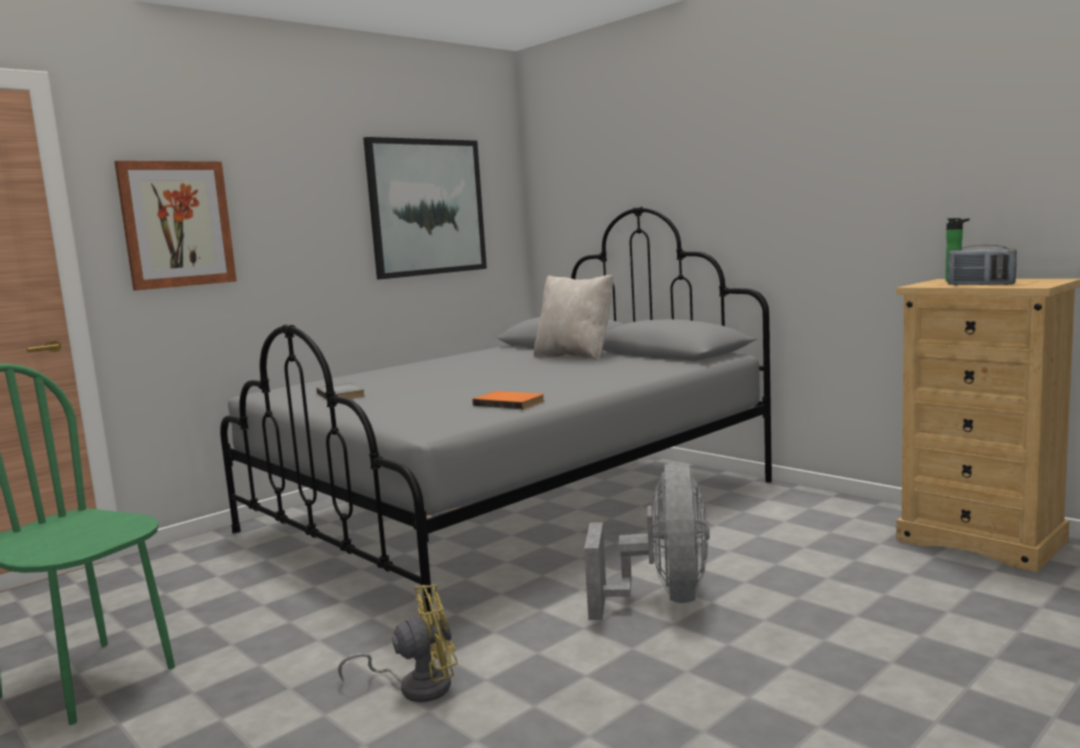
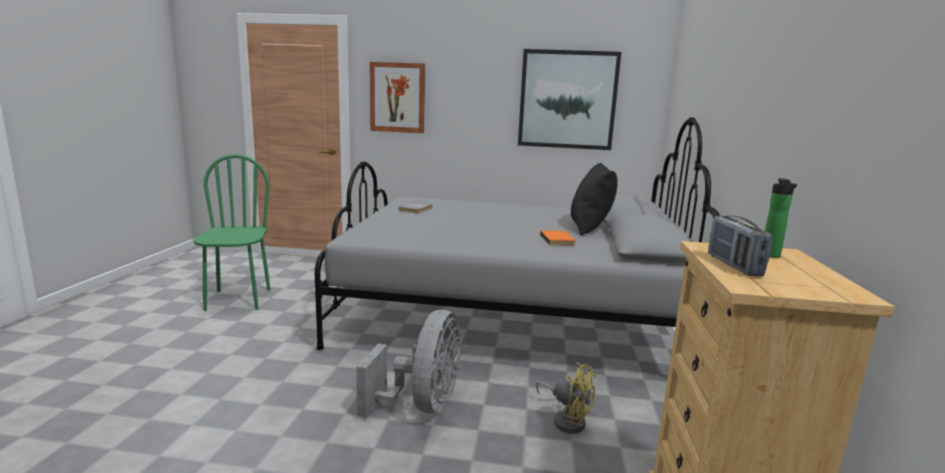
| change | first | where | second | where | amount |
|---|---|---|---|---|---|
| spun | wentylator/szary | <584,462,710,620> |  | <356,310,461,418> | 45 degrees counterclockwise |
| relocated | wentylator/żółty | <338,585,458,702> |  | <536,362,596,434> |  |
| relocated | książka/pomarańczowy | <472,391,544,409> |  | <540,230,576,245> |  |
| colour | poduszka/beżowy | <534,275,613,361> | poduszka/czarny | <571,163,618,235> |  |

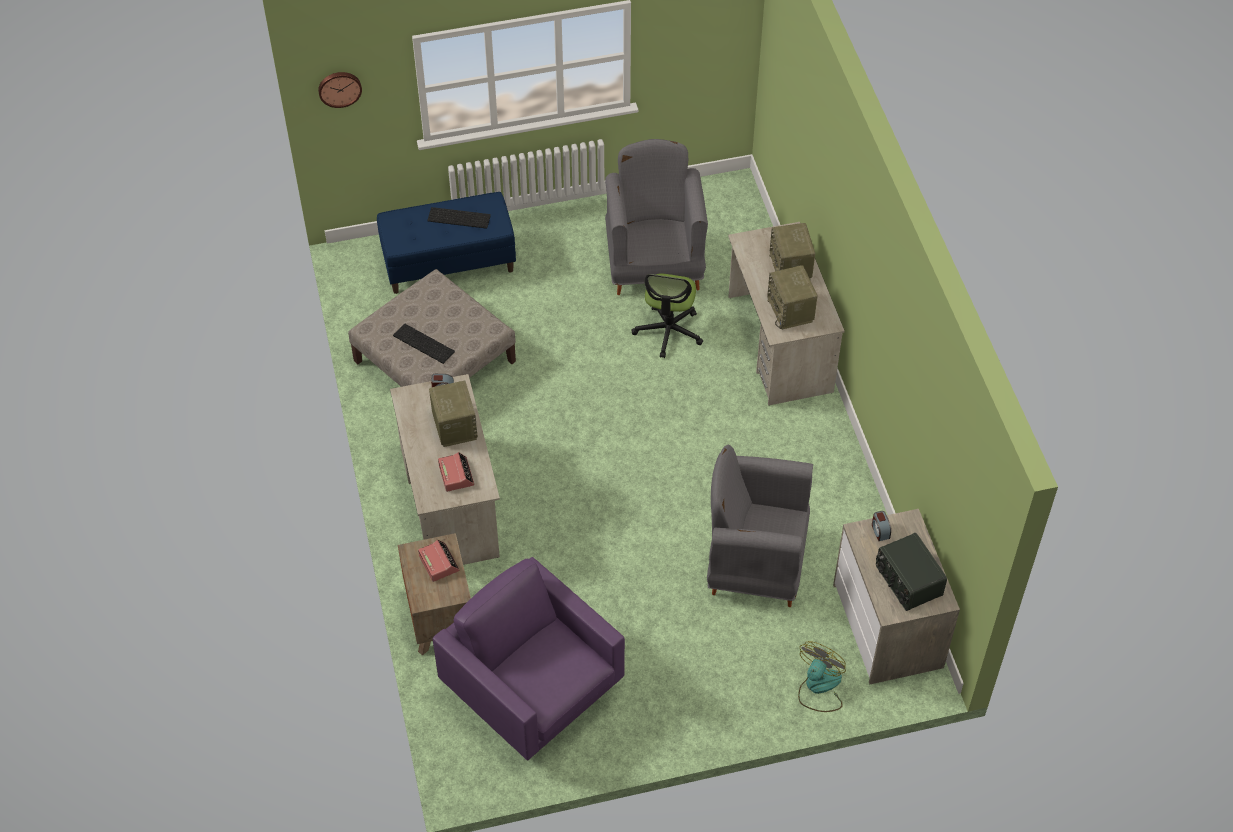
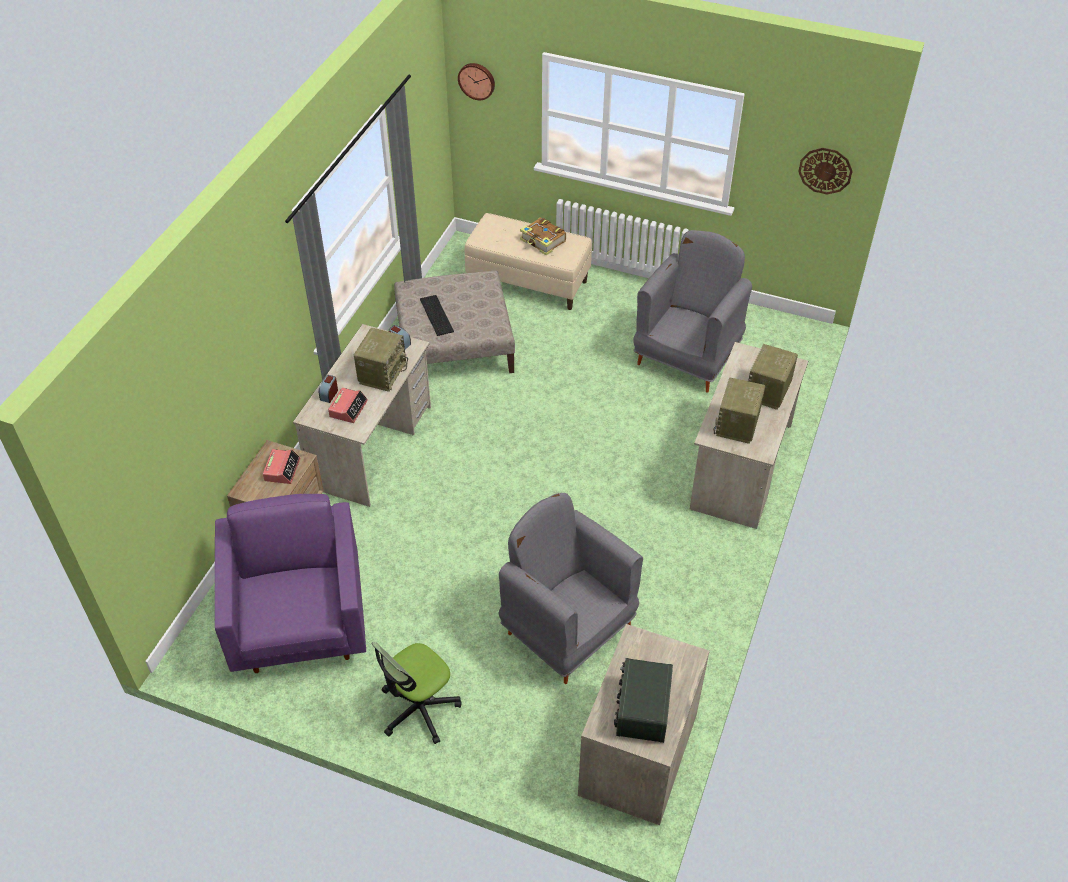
| change | first | where | second | where | amount |
|---|---|---|---|---|---|
| relocated | budzik | <872,511,891,541> |  | <319,375,338,403> |  |
| relocated | krzesło biurowe | <631,273,703,358> |  | <372,642,462,744> |  |
| colour | ławka/niebieski | <377,192,516,294> | ławka/beżowy | <464,213,592,310> |  |
| exchanged | klawiatura | <427,207,491,229> | książka | <520,217,566,255> |  |
| appeared |  |  | zegar ścienny | <798,148,853,195> |  |
| missing | wentylator | <798,641,846,712> |  |  |  |

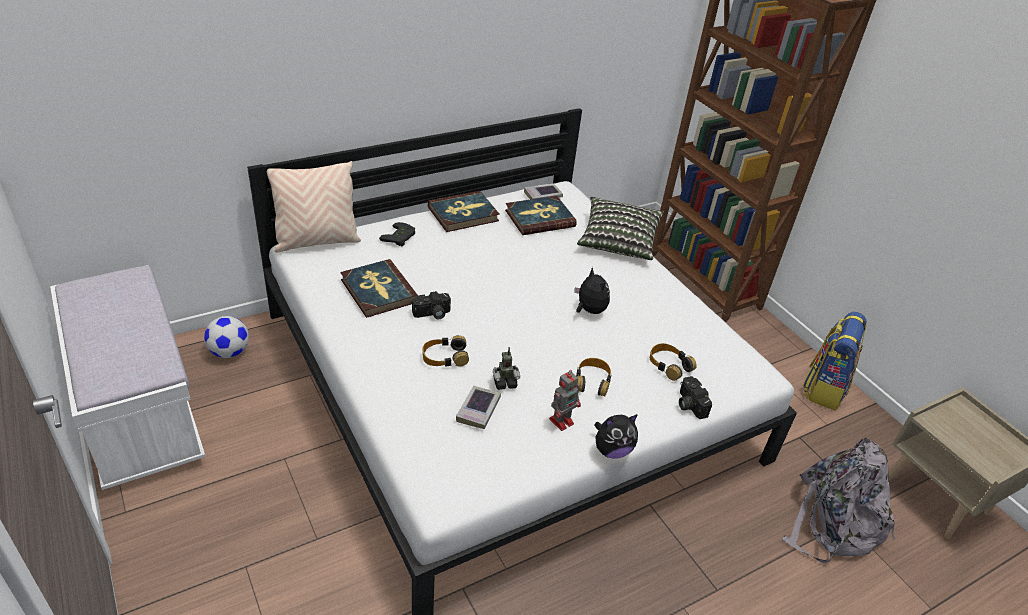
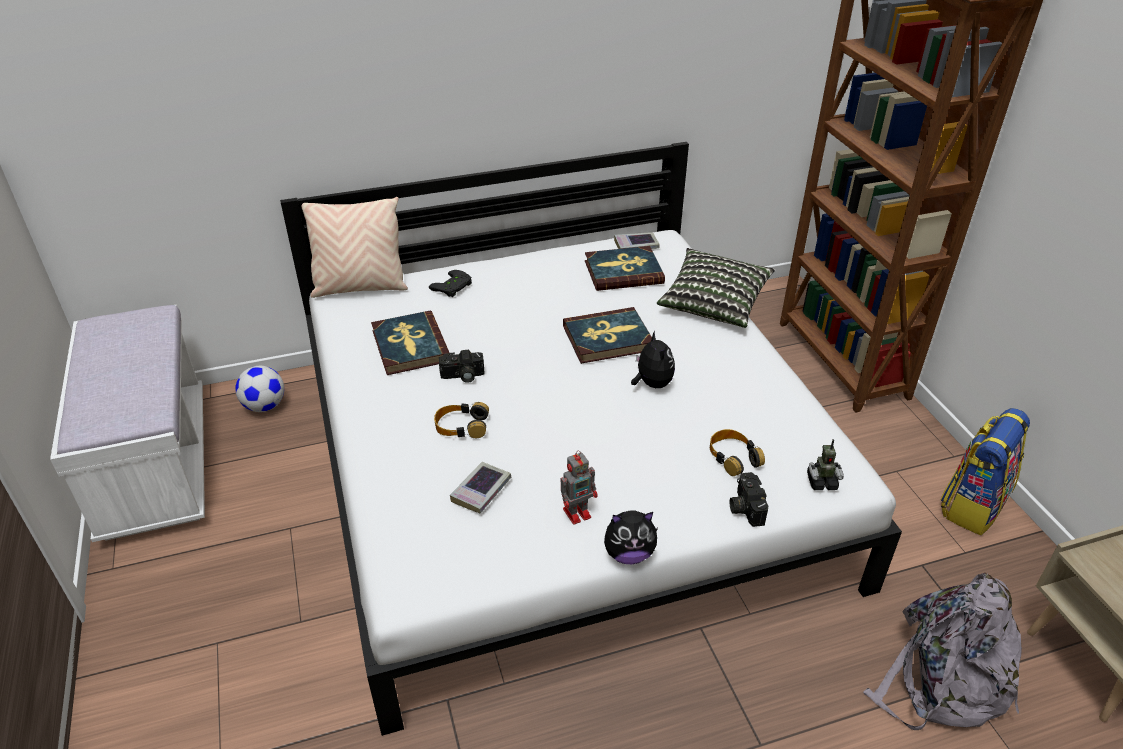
| change | first | where | second | where | amount |
|---|---|---|---|---|---|
| relocated | książka | <428,191,500,232> |  | <563,307,652,364> |  |
| relocated | robot zabawkowy | <493,347,520,390> |  | <807,439,844,490> |  |
| missing | słuchawki | <576,358,612,396> |  |  |  |

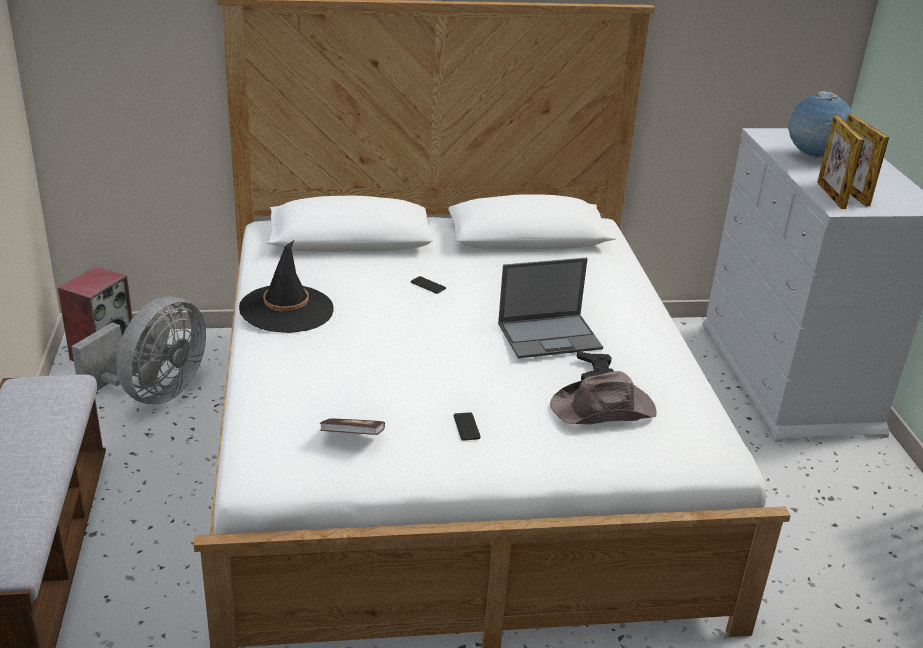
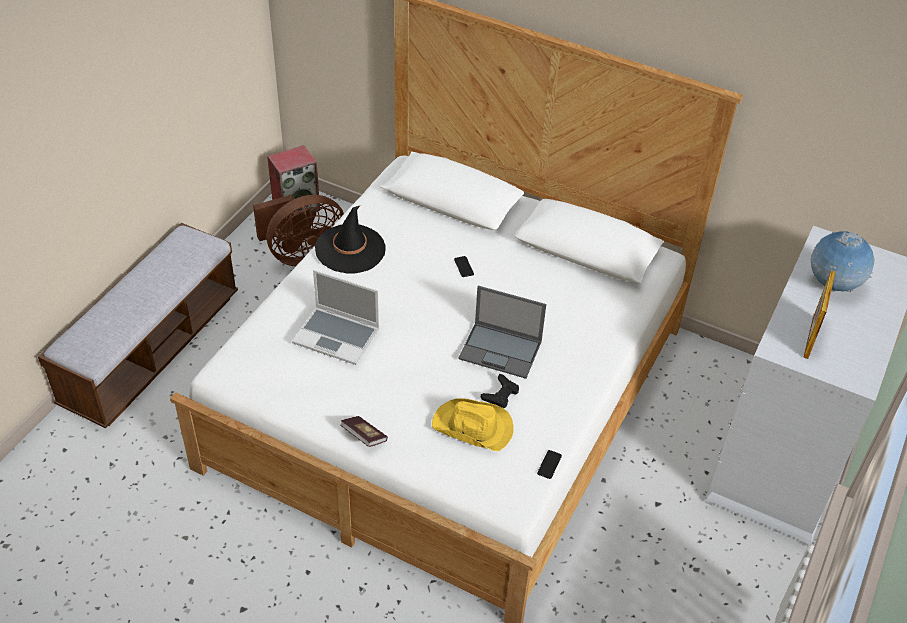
| change | first | where | second | where | amount |
|---|---|---|---|---|---|
| colour | wentylator/szary | <71,297,206,404> | wentylator/brązowy | <253,195,344,266> |  |
| appeared |  |  | laptop | <292,270,379,365> |  |
| relocated | książka | <320,419,385,435> |  | <340,416,388,447> |  |
| colour | kapelusz/brązowy | <550,371,657,424> | kapelusz/żółty | <432,398,514,451> |  |
| relocated | telefon | <454,412,481,440> |  | <537,450,562,479> |  |
| missing | ramka na zdjęcie | <817,116,864,209> |  |  |  |

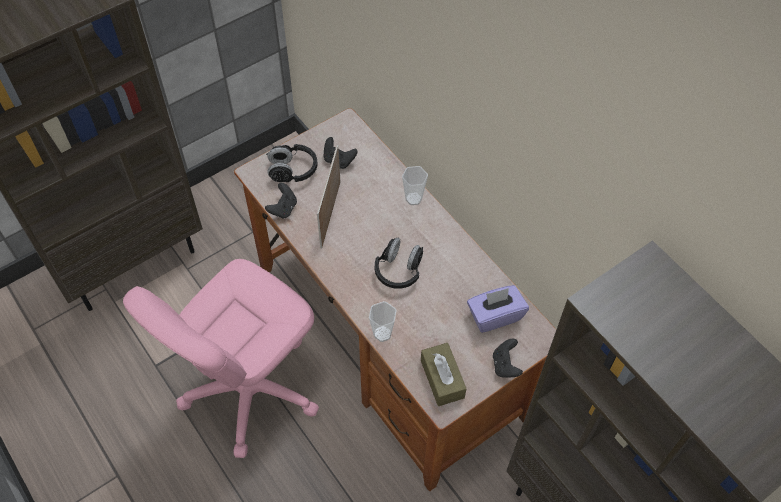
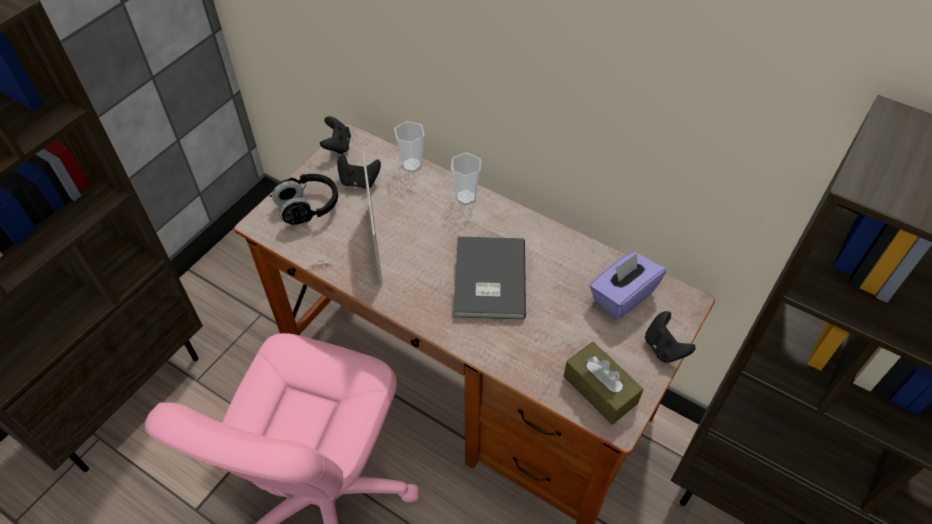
| change | first | where | second | where | amount |
|---|---|---|---|---|---|
| relocated | pad do gier/czarny | <265,183,297,219> |  | <320,116,351,155> |  |
| relocated | filiżanka | <369,301,397,342> |  | <394,121,424,172> |  |
| exchanged | słuchawki/czarny | <375,238,423,289> | książka/szary | <454,236,526,320> |  |

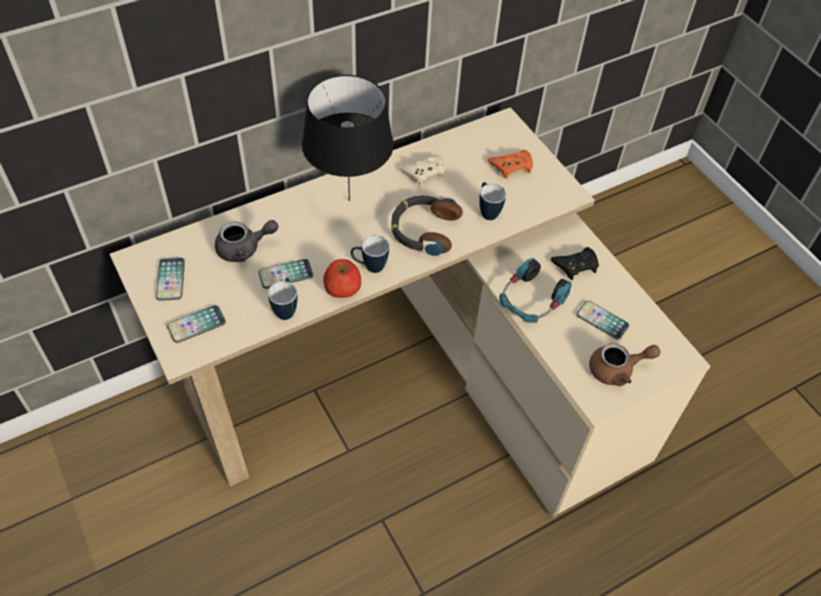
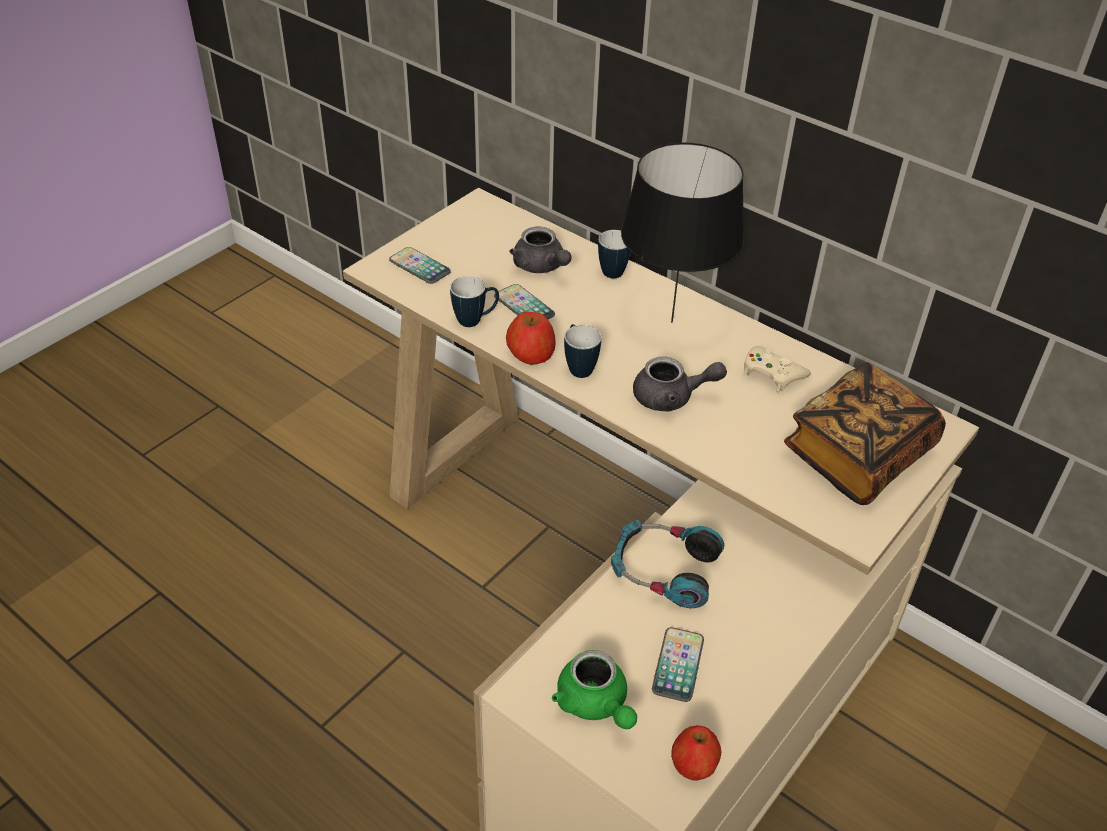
| change | first | where | second | where | amount |
|---|---|---|---|---|---|
| colour | imbryk/brązowy | <589,343,661,386> | imbryk/zielony | <552,650,637,729> |  |
| relocated | kubek | <479,182,506,220> |  | <598,230,632,279> |  |
| exchanged | słuchawki | <391,196,463,256> | imbryk/szary | <633,357,727,412> |  |
| appeared |  |  | jabłko | <671,725,721,781> |  |
| exchanged | pad do gier/pomarańczowy | <488,150,533,179> | książka | <784,362,946,505> |  |
| missing | telefon | <156,258,185,301> |  |  |  |
| missing | pad do gier/czarny | <551,247,599,280> |  |  |  |

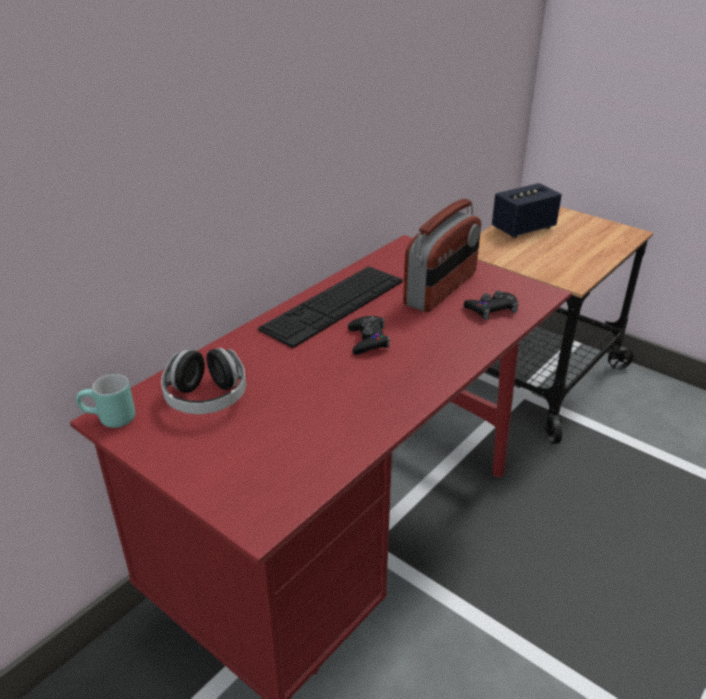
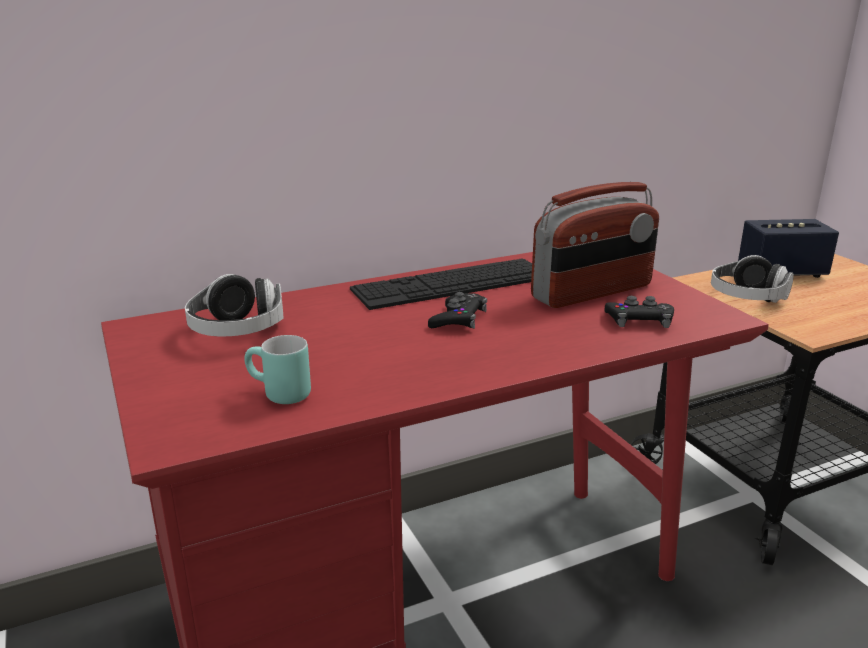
| change | first | where | second | where | amount |
|---|---|---|---|---|---|
| relocated | kubek/turkusowy | <76,374,135,428> |  | <245,335,311,404> |  |
| appeared |  |  | słuchawki | <711,255,794,303> |  |

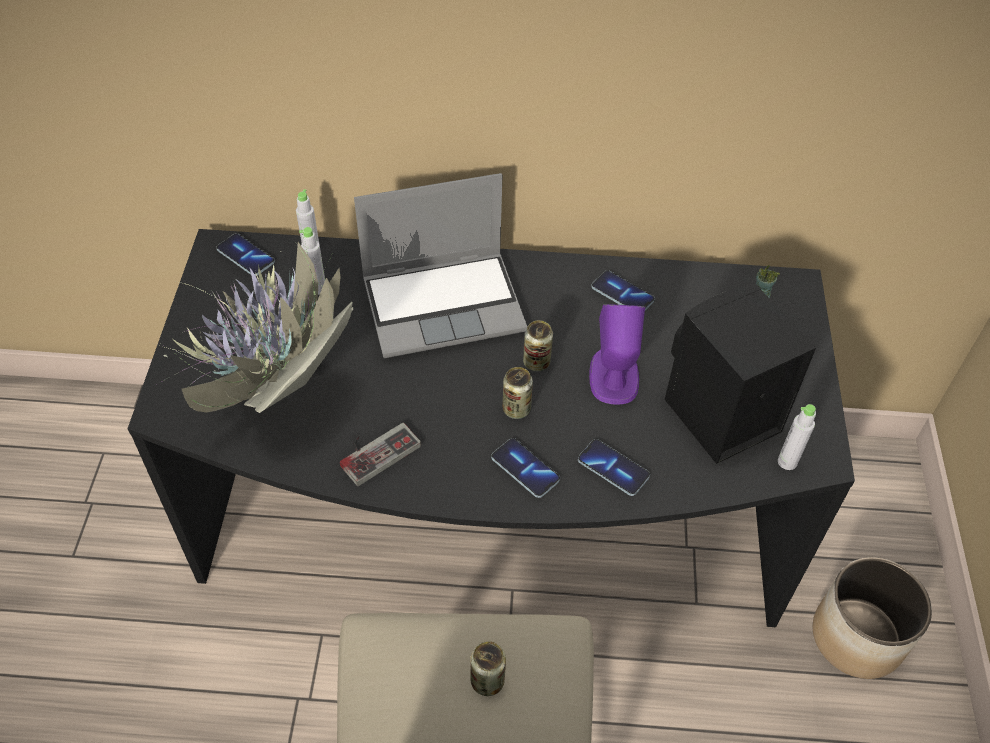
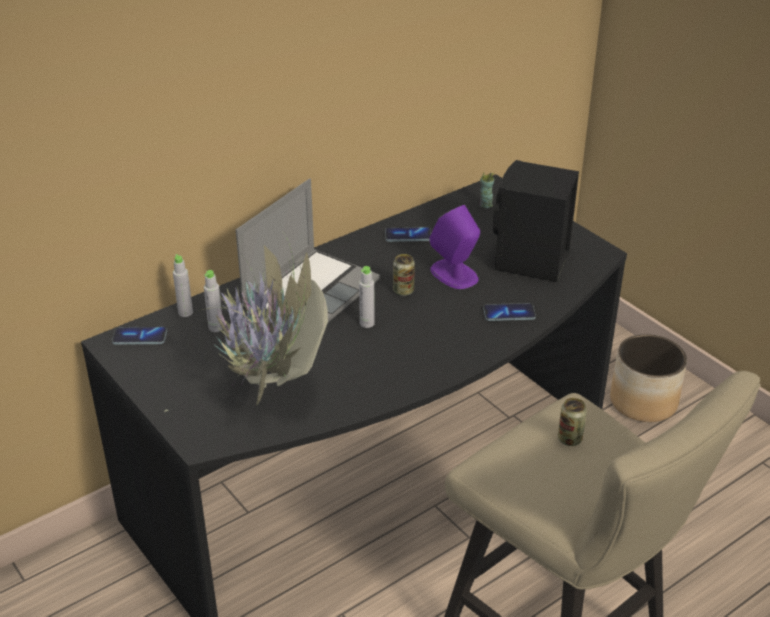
| change | first | where | second | where | amount |
|---|---|---|---|---|---|
| relocated | butelka/szary | <778,404,816,470> |  | <359,266,375,328> |  |
| missing | pad do gier | <340,423,421,486> |  |  |  |
| missing | telefon | <491,438,560,498> |  |  |  |
| missing | puszka | <503,367,533,419> |  |  |  |

